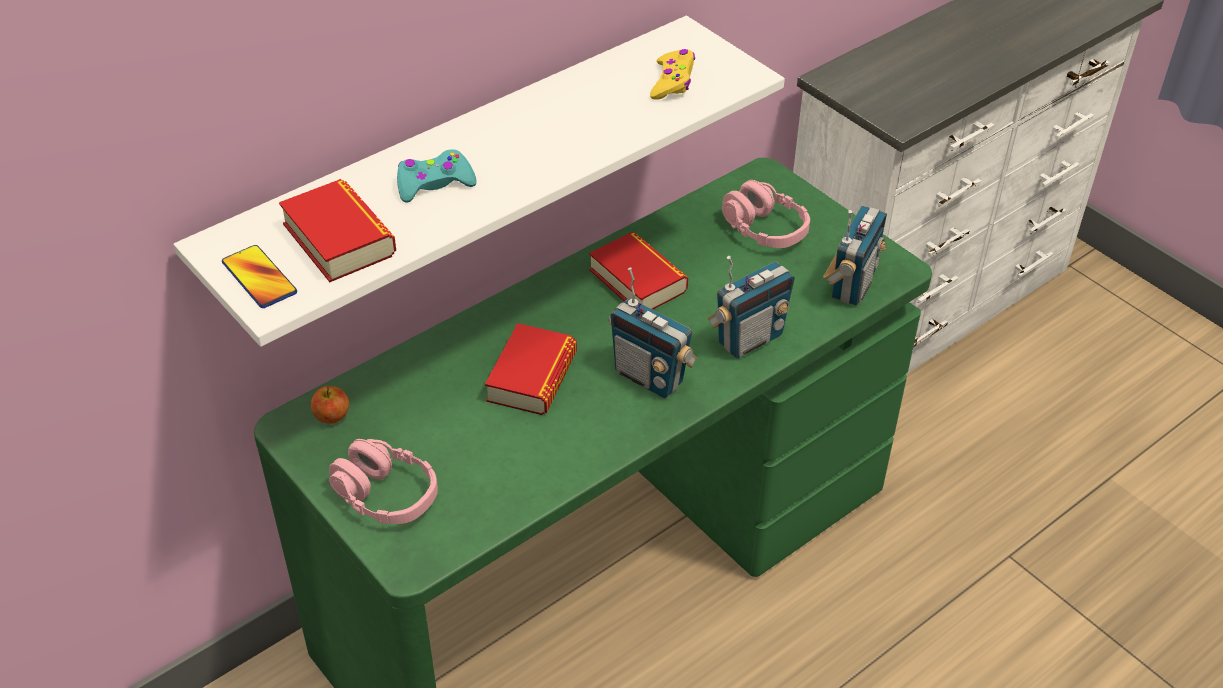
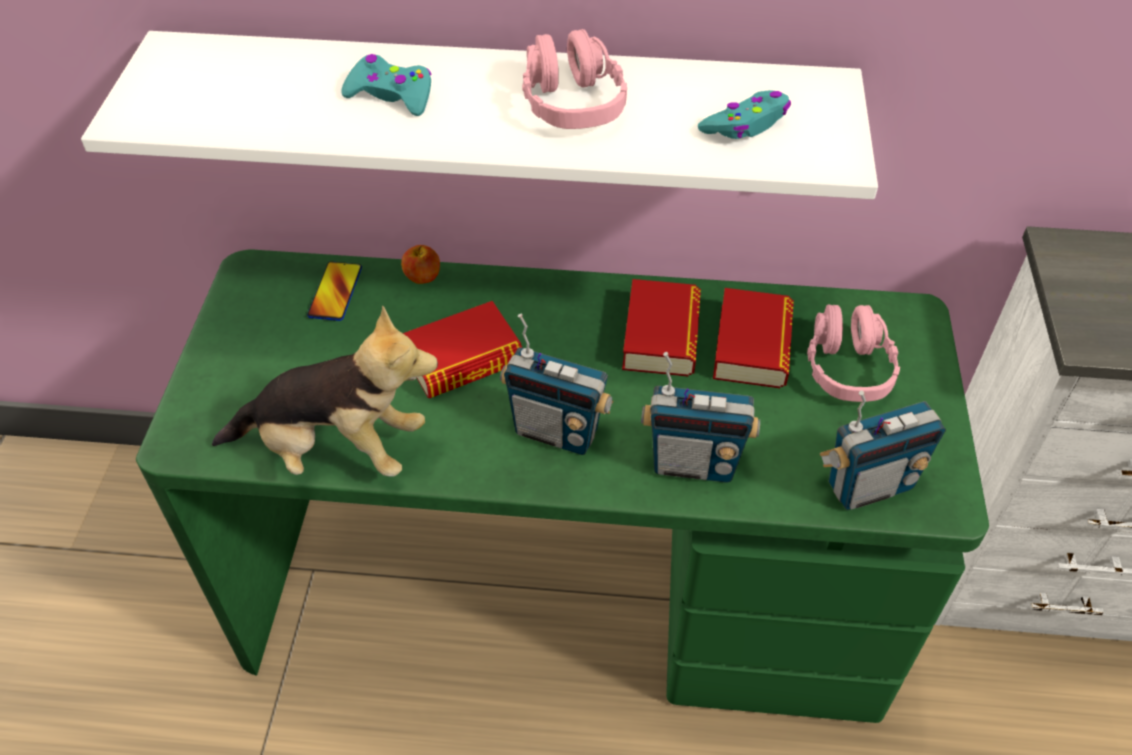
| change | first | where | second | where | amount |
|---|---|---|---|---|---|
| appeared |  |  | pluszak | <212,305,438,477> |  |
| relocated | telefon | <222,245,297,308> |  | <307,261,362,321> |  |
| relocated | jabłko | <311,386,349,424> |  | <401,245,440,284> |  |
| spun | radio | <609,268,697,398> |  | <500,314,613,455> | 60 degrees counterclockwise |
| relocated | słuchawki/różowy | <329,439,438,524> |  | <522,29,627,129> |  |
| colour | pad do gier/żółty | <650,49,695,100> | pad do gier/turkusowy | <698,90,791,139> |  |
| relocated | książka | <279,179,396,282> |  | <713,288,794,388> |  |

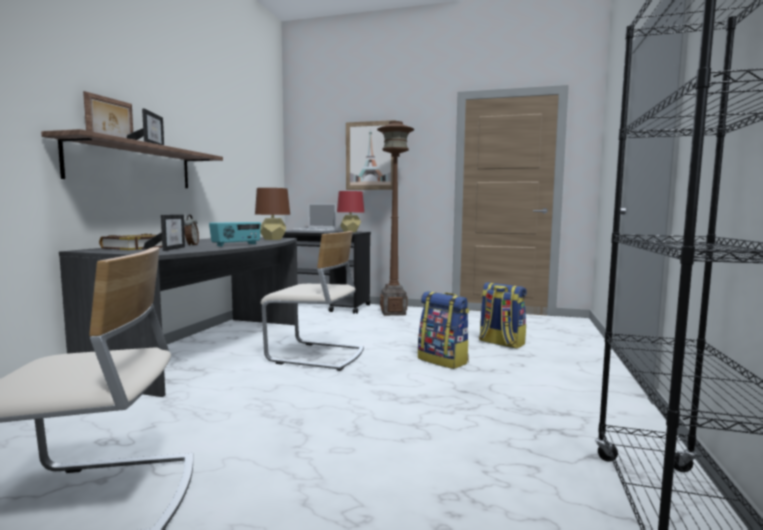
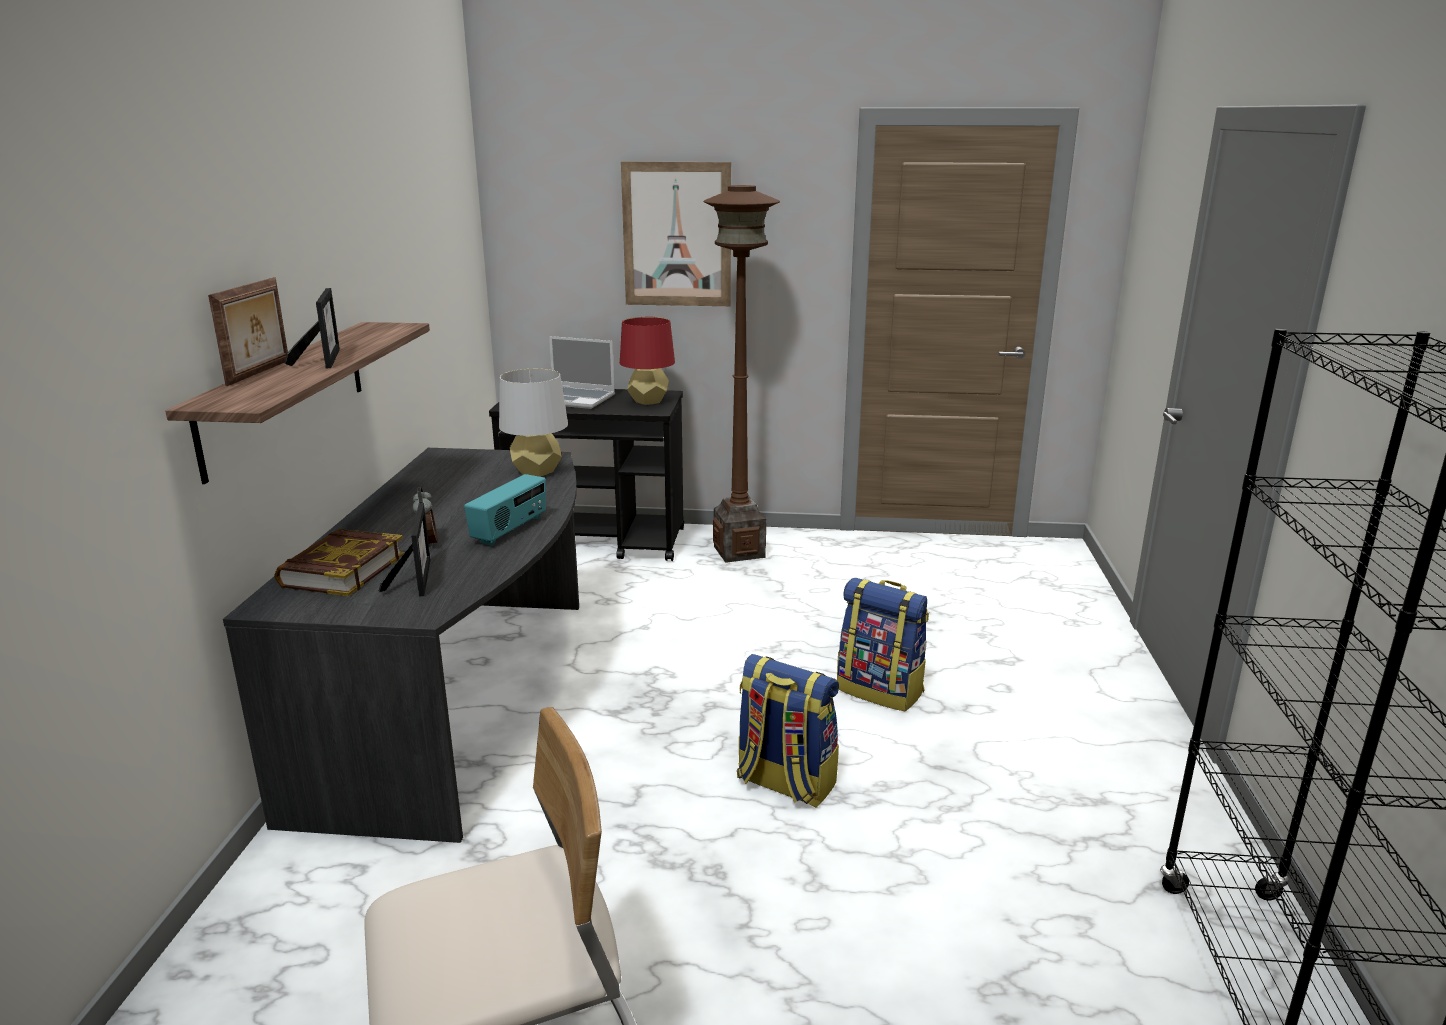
| change | first | where | second | where | amount |
|---|---|---|---|---|---|
| colour | lampa stołowa/brązowy | <255,188,290,240> | lampa stołowa/szary | <499,369,568,477> |  |
| relocated | plecak | <479,282,527,349> |  | <737,654,839,808> |  |
| missing | krzesło/beżowy | <261,231,364,371> |  |  |  |

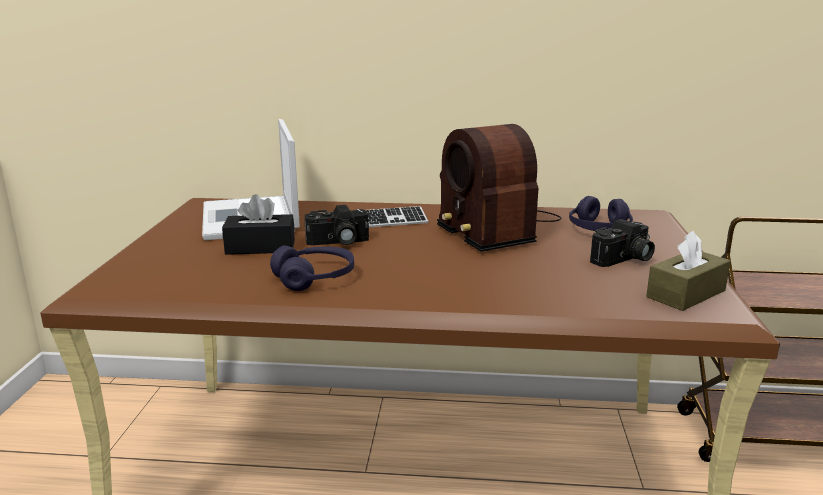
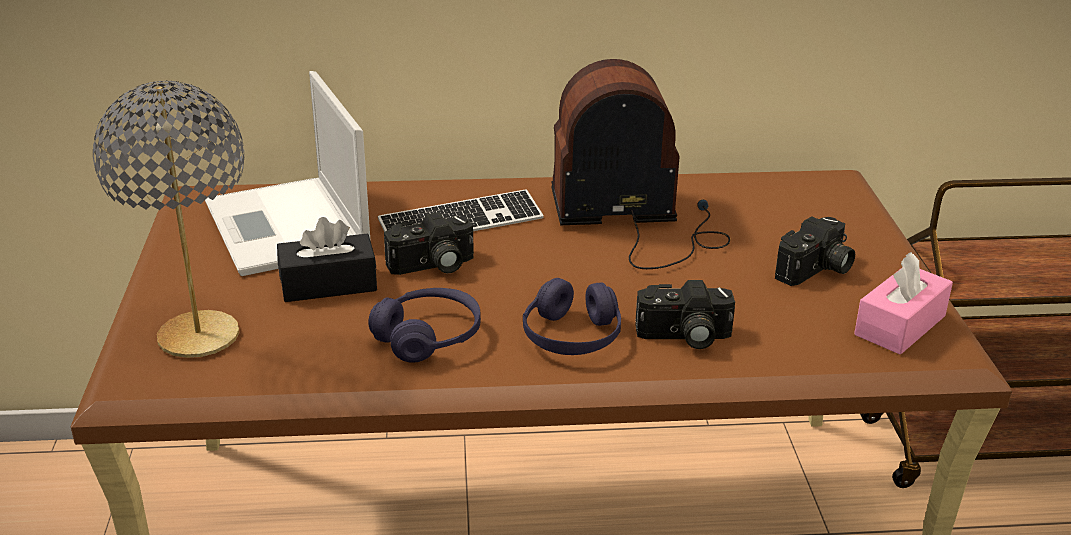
| change | first | where | second | where | amount |
|---|---|---|---|---|---|
| appeared |  |  | lampa stołowa/szary | <93,81,244,358> |  |
| relocated | słuchawki/fioletowy | <569,196,633,231> |  | <523,278,621,355> |  |
| spun | radio | <437,124,562,252> |  | <551,59,730,269> | 120 degrees clockwise |
| appeared |  |  | aparat fotograficzny | <635,280,735,349> |  |
| colour | pudełko chusteczek/brązowy | <646,231,731,311> | pudełko chusteczek/różowy | <854,252,953,354> |  |

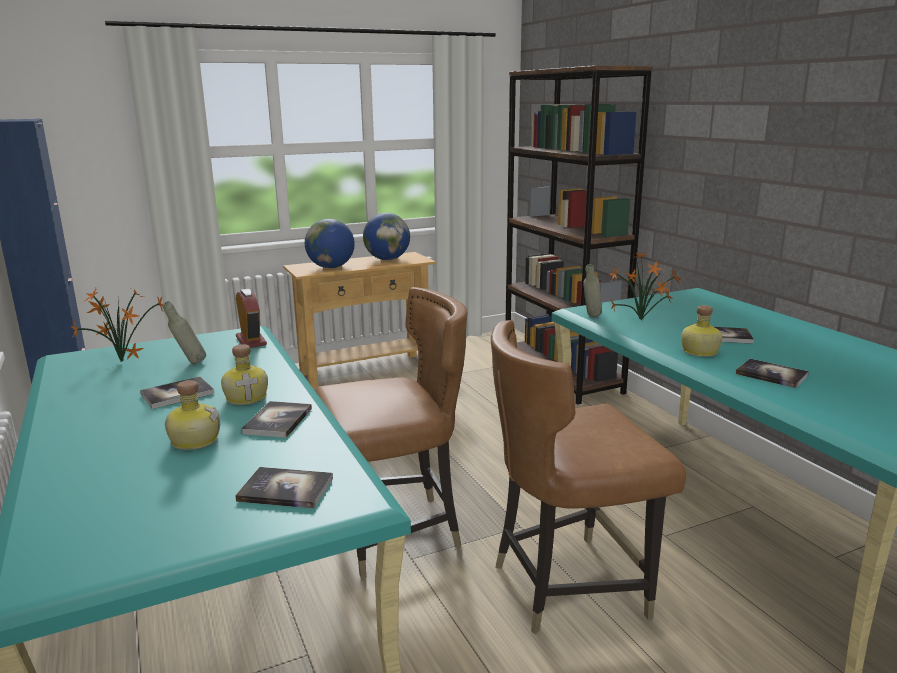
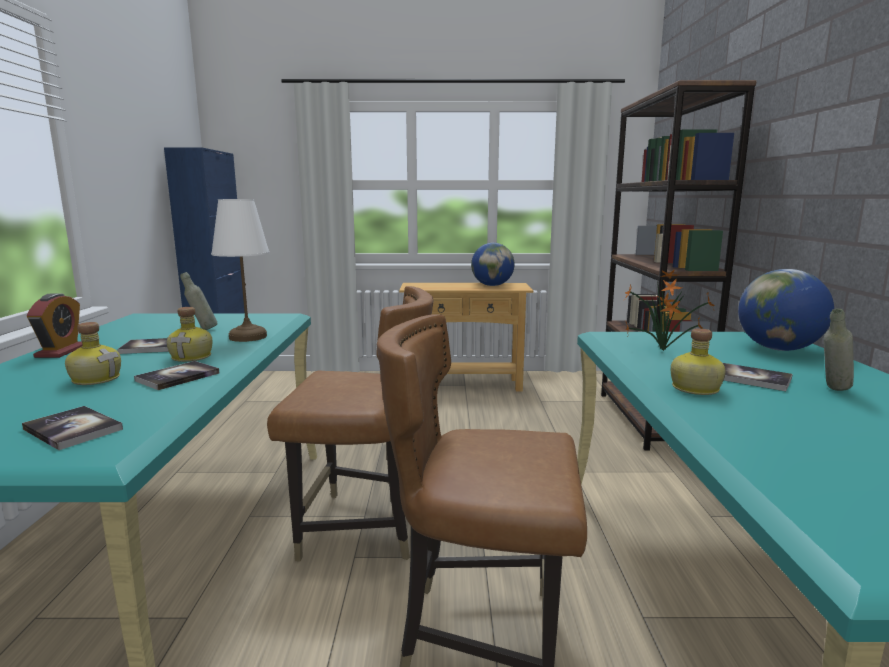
| change | first | where | second | where | amount |
|---|---|---|---|---|---|
| relocated | budzik | <236,289,267,348> |  | <26,293,83,358> |  |
| appeared |  |  | lampa stołowa/biały | <211,199,270,342> |  |
| relocated | globus | <305,219,355,268> |  | <738,269,834,351> |  |
| relocated | butelka/szary | <583,264,602,317> |  | <824,309,854,391> |  |
| missing | roślina doniczkowa | <70,288,163,362> |  |  |  |
| missing | książka | <736,359,809,388> |  |  |  |

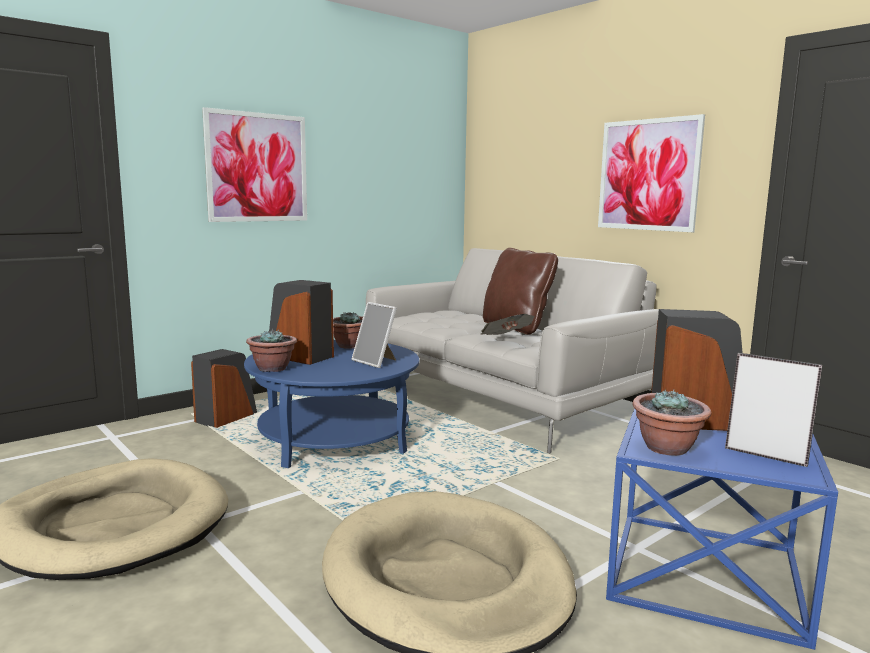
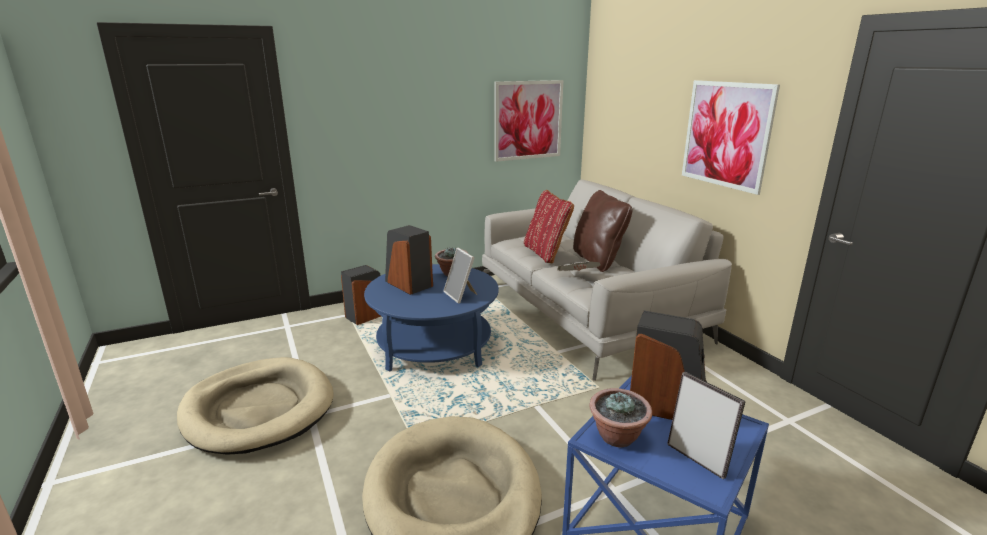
| change | first | where | second | where | amount |
|---|---|---|---|---|---|
| relocated | obraz | <202,107,307,222> |  | <494,80,563,162> |  |
| appeared |  |  | poduszka/czerwony | <524,190,574,264> |  |
| missing | roślina doniczkowa | <246,329,297,372> |  |  |  |

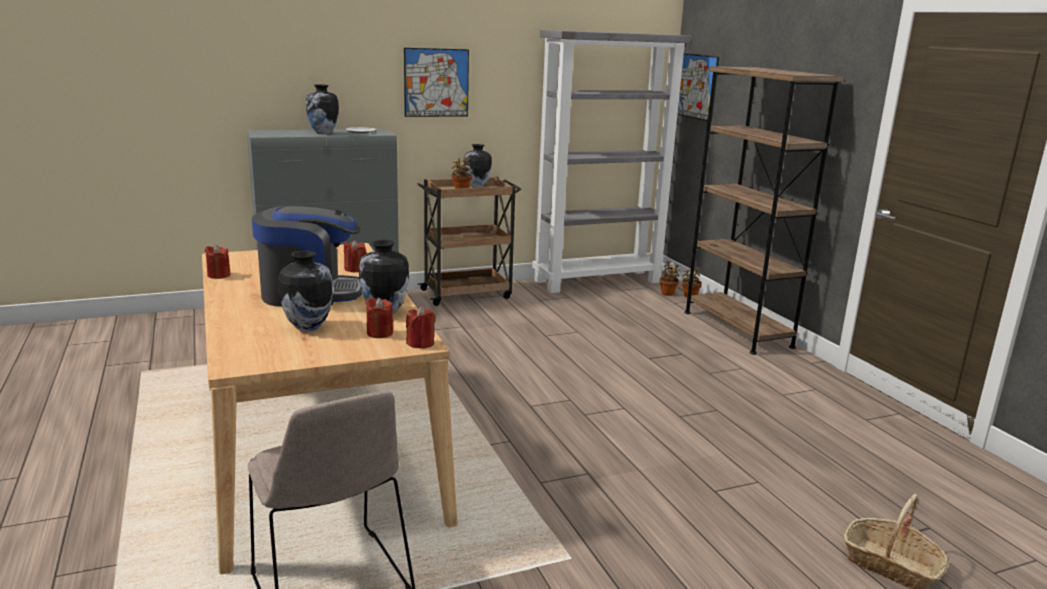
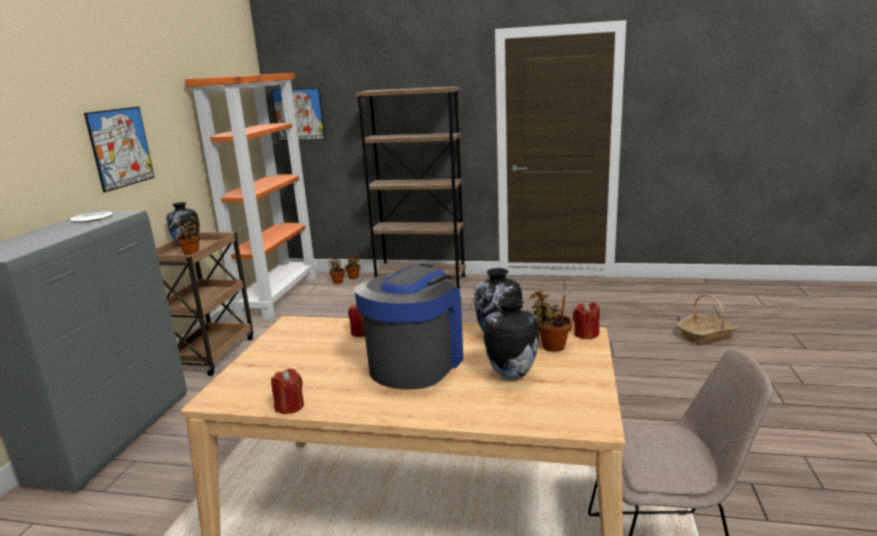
| change | first | where | second | where | amount |
|---|---|---|---|---|---|
| colour | regał/szary | <532,30,691,293> | regał/pomarańczowy | <185,73,317,320> |  |
| exchanged | świeca/czerwony | <366,298,393,338> | roślina doniczkowa | <530,291,572,352> |  |
| missing | wazon | <306,84,339,134> |  |  |  |

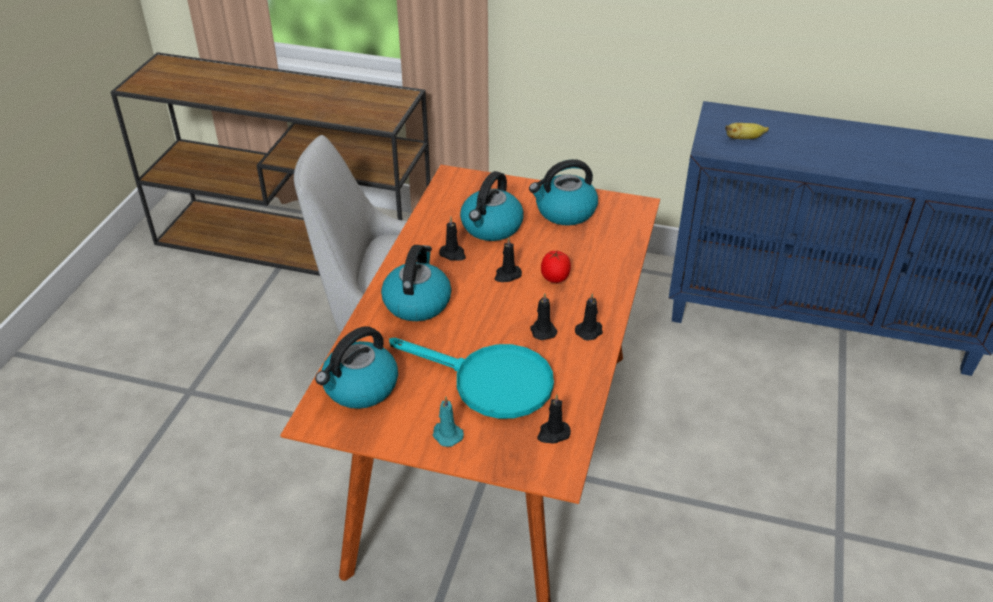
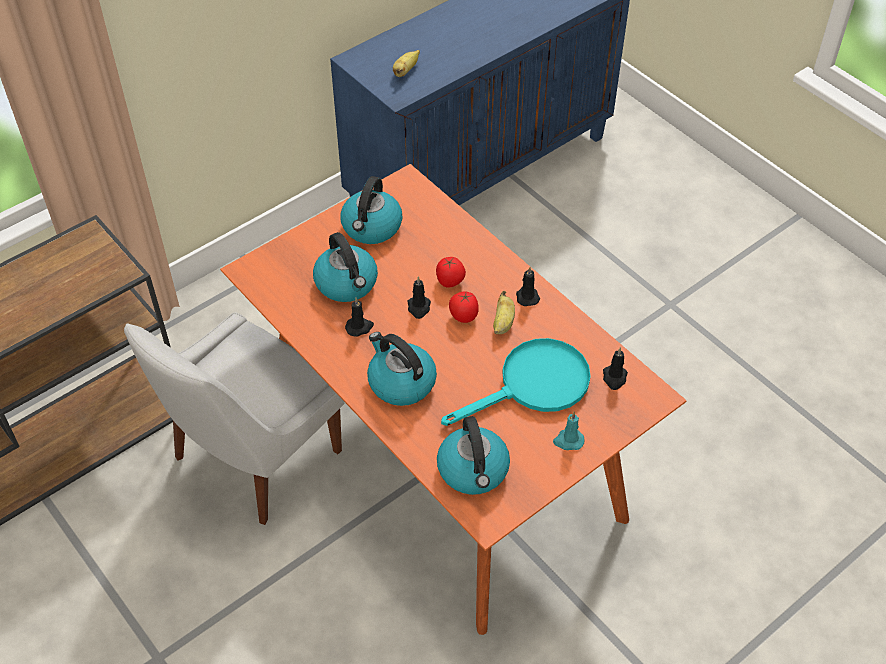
| change | first | where | second | where | amount |
|---|---|---|---|---|---|
| appeared |  |  | pomidor | <449,291,478,323> |  |
| exchanged | świeca/czarny | <530,293,557,340> | banan | <493,291,515,334> |  |

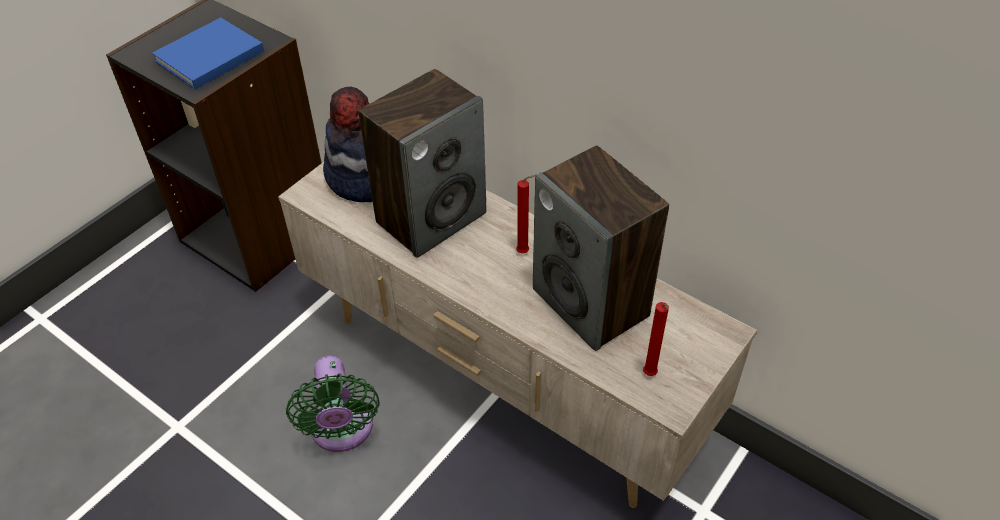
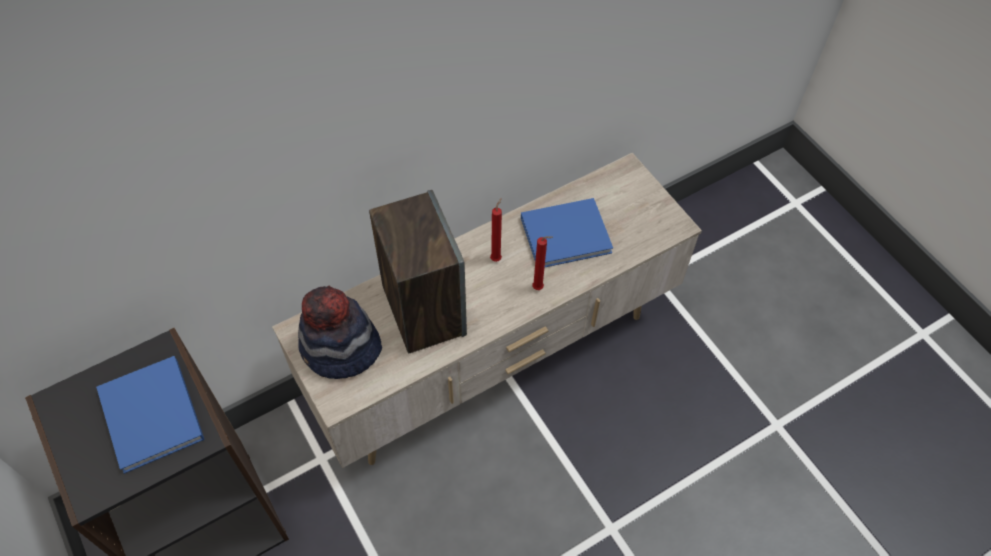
| change | first | where | second | where | amount |
|---|---|---|---|---|---|
| exchanged | głośnik | <533,146,669,351> | książka/niebieski | <521,198,613,267> |  |
| relocated | świeca/czerwony | <643,302,669,376> |  | <532,236,553,290> |  |
| missing | wentylator/zielony | <286,356,380,452> |  |  |  |

